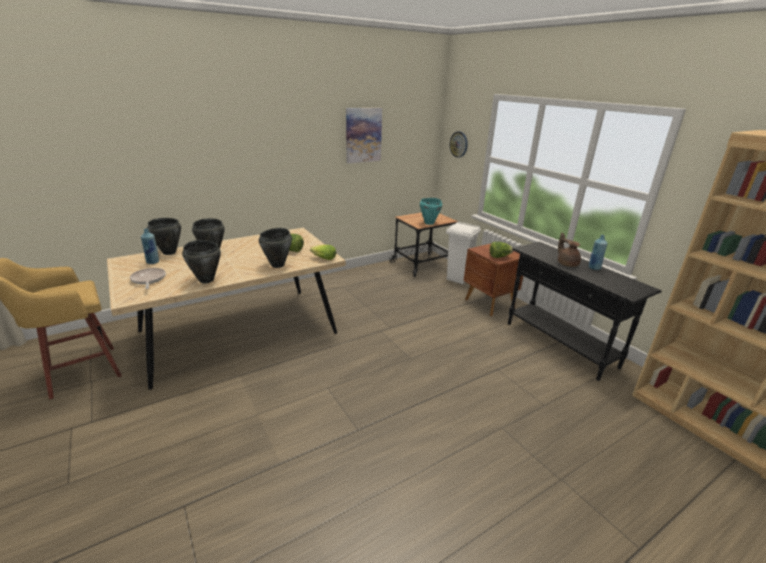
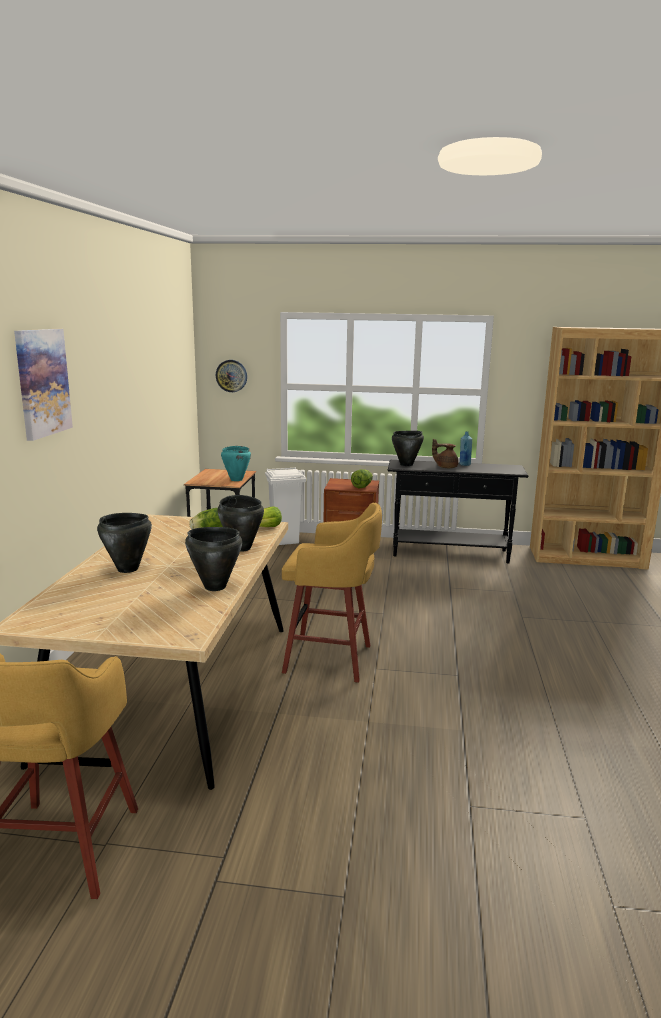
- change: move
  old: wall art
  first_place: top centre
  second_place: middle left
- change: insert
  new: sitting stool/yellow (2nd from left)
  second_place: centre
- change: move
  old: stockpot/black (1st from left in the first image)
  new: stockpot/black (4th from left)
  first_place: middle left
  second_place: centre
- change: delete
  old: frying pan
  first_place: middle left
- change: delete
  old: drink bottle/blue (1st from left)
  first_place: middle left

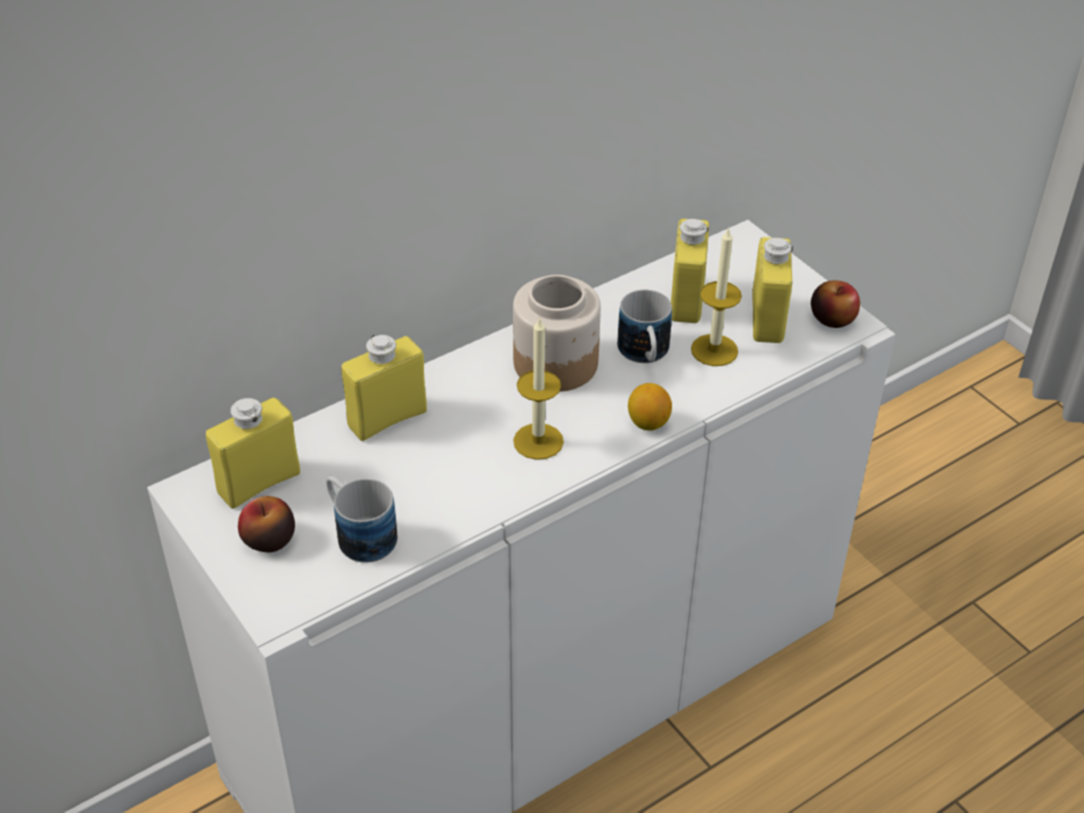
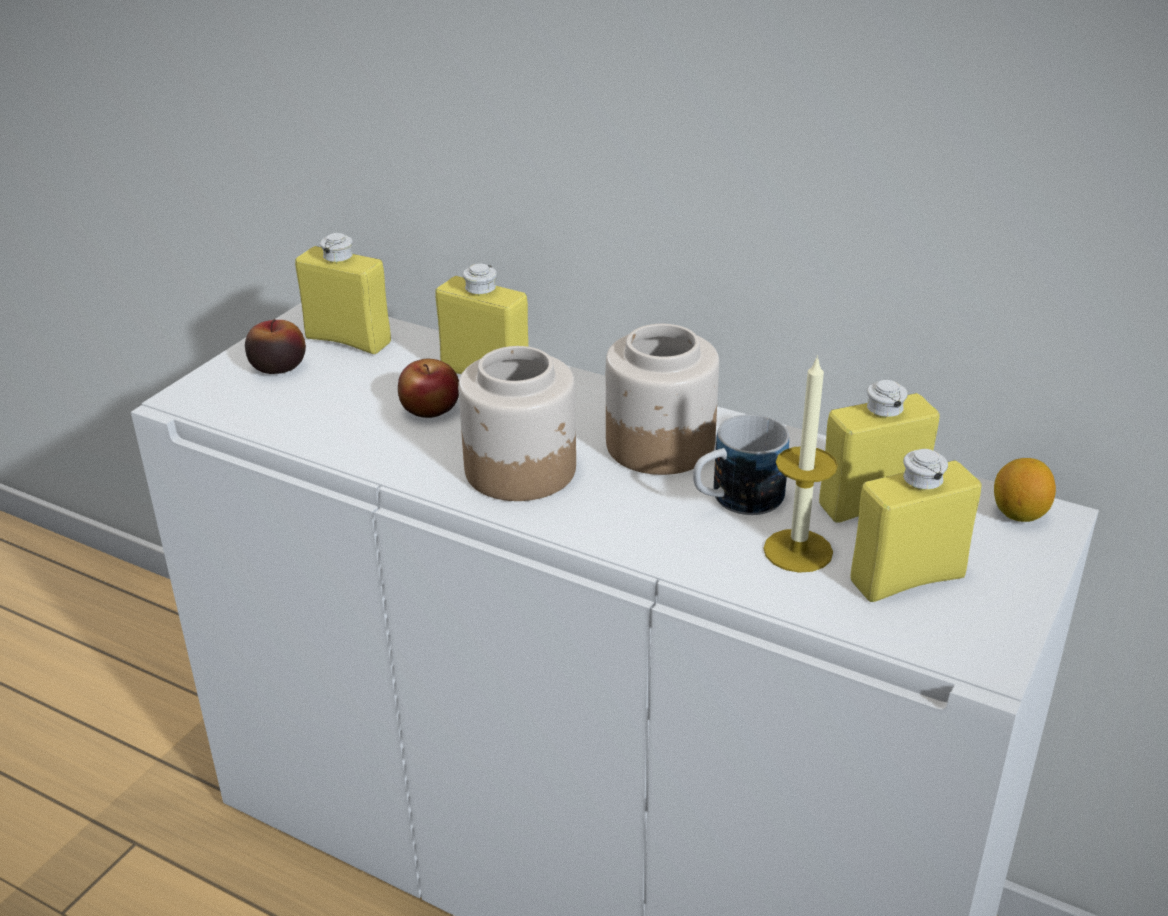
- change: move
  old: apple (2nd from left)
  first_place: middle right
  second_place: centre
- change: replace
  old: wax candle (1st from left)
  new: preserve jar (1st from left)
  first_place: centre
  second_place: centre
- change: move
  old: citrus fruit
  first_place: centre
  second_place: middle right
- change: delete
  old: tea mug (1st from left)
  first_place: middle left

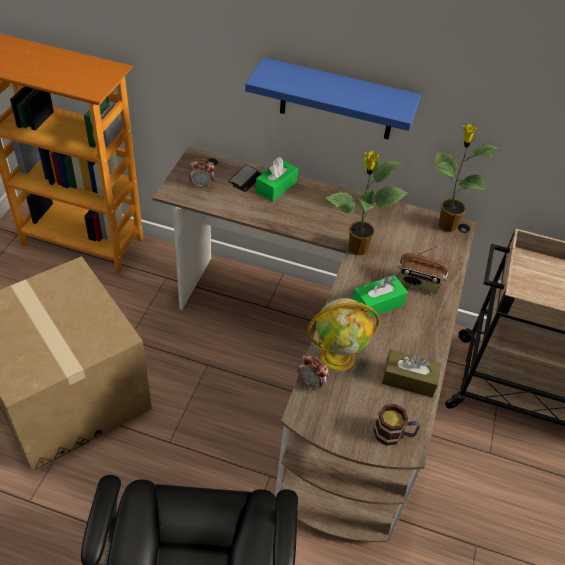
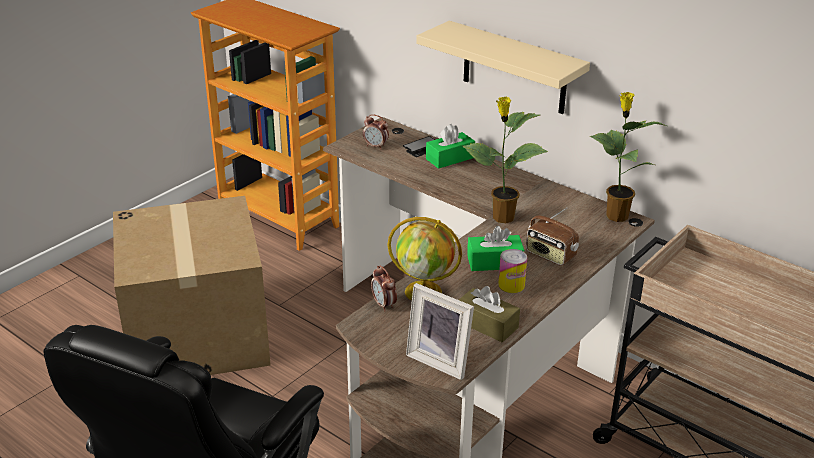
- change: replace
  old: tea mug
  new: picture frame
  first_place: bottom right
  second_place: bottom centre
- change: recolor
  old: wall shelf/blue
  new: wall shelf/beige
  first_place: top centre
  second_place: top centre
- change: insert
  new: can
  second_place: centre

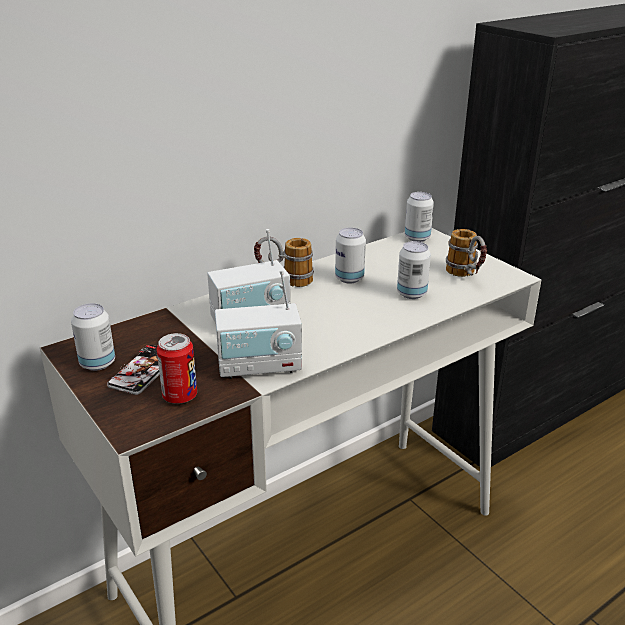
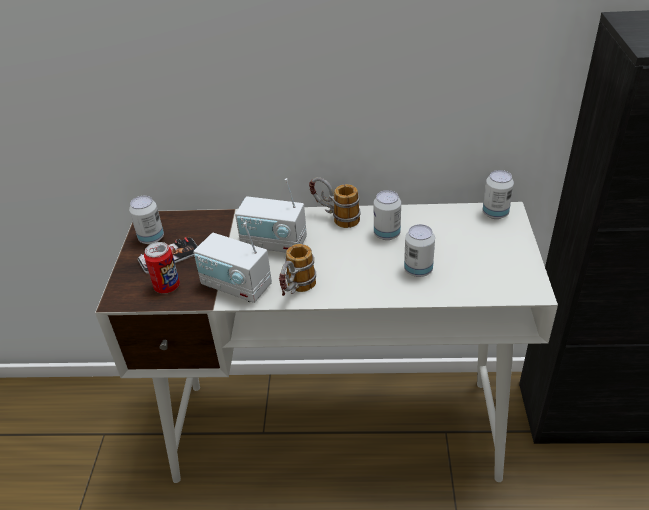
- change: move
  old: tea mug (2nd from left in the first image)
  new: tea mug (1st from left)
  first_place: middle right
  second_place: centre

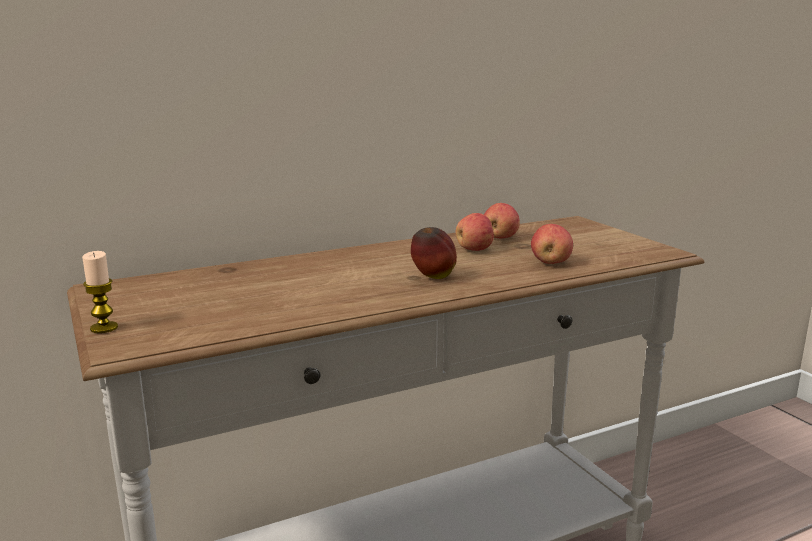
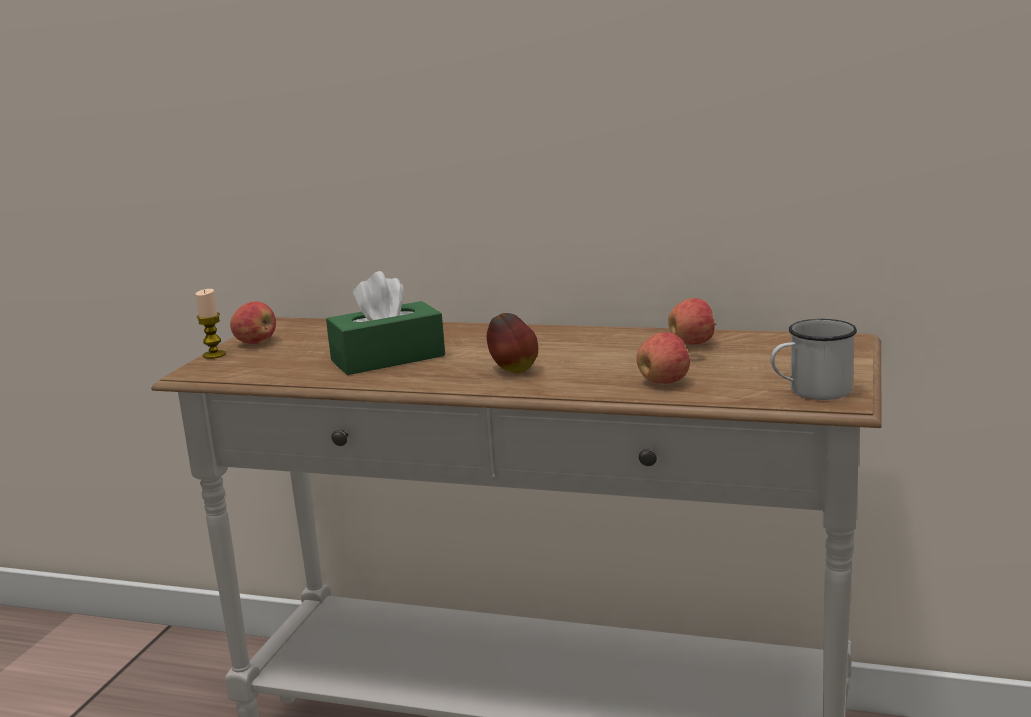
- change: move
  old: apple (2nd from left in the first image)
  new: apple (1st from left)
  first_place: centre
  second_place: middle left
- change: insert
  new: box of tissues/greenish
  second_place: centre
- change: insert
  new: tea mug/white
  second_place: middle right

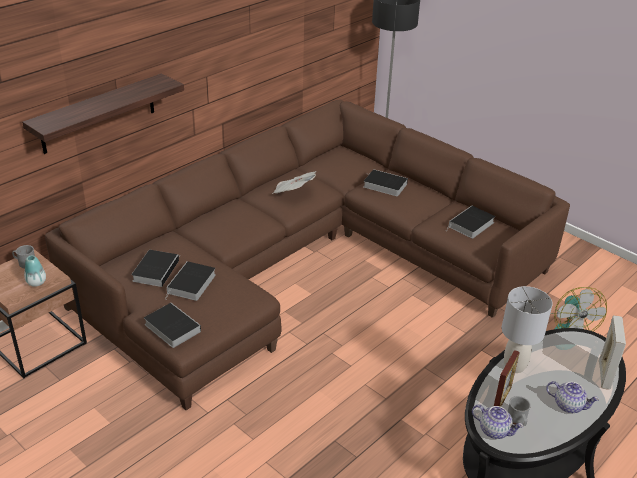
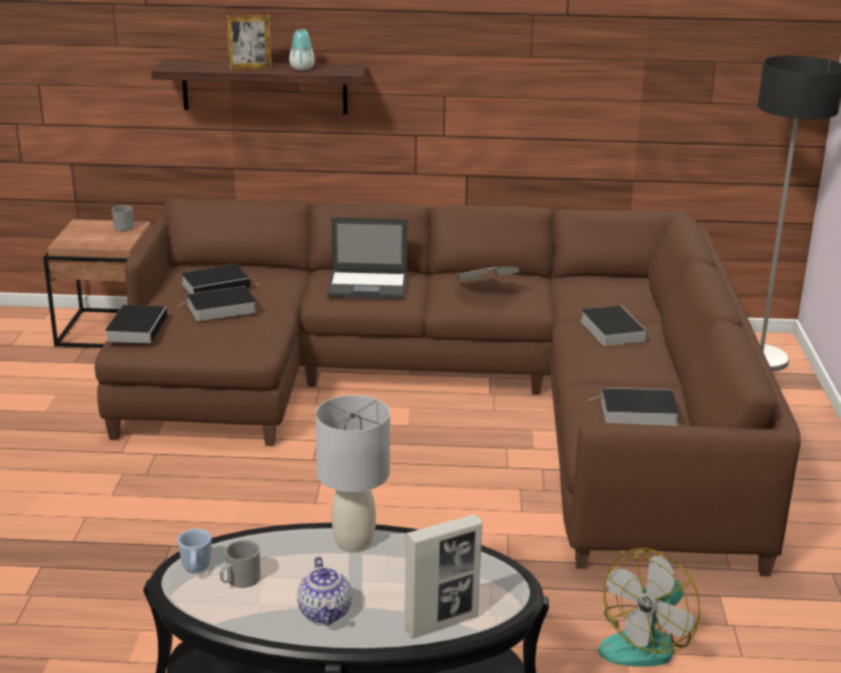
- change: replace
  old: teapot (1st from left)
  new: tea mug/blue
  first_place: bottom right
  second_place: bottom left
- change: move
  old: picture frame (1st from left)
  first_place: bottom right
  second_place: top left
- change: move
  old: flower vase
  first_place: middle left
  second_place: top centre
- change: insert
  new: laptop
  second_place: centre

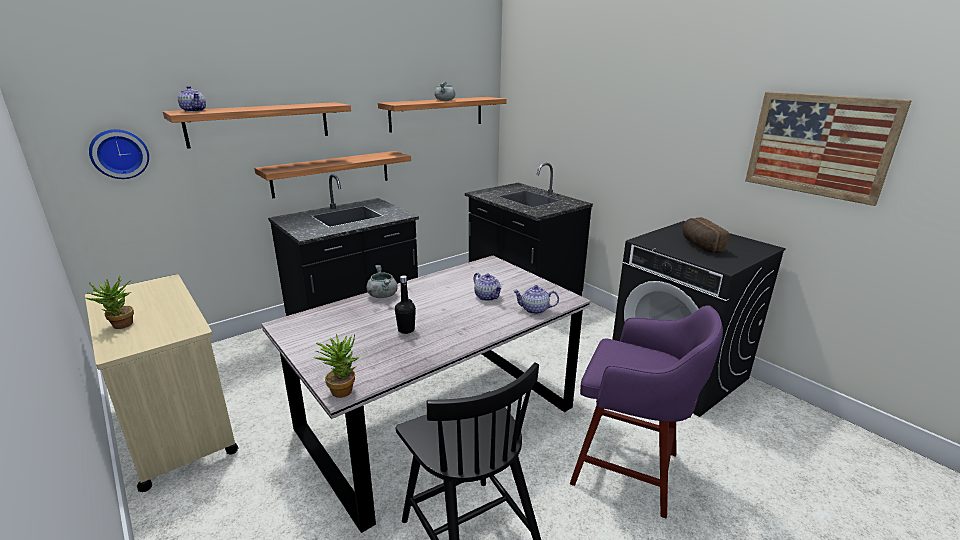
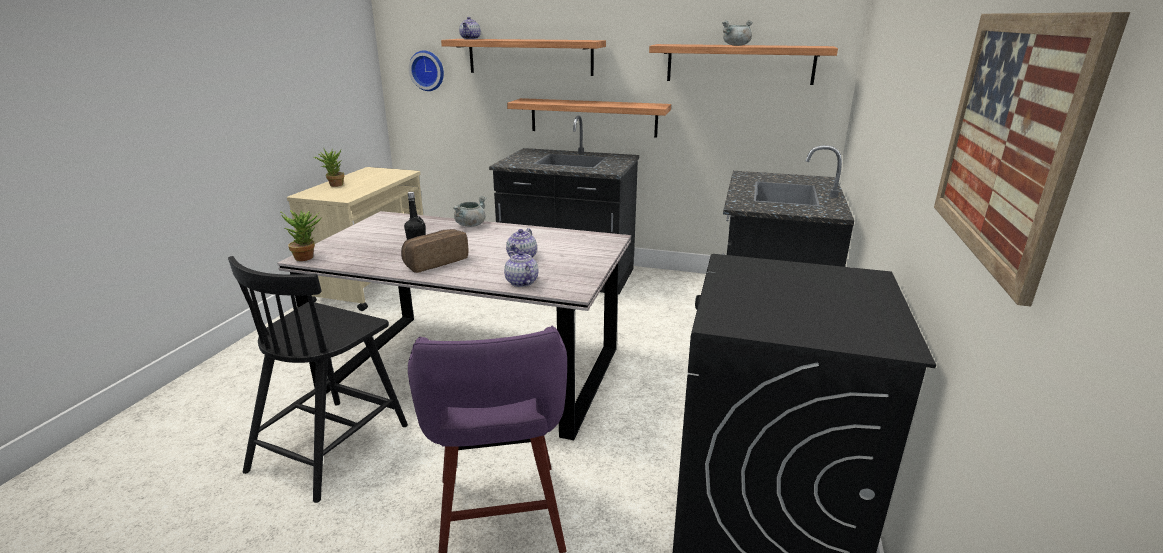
- change: move
  old: bread
  first_place: middle right
  second_place: centre

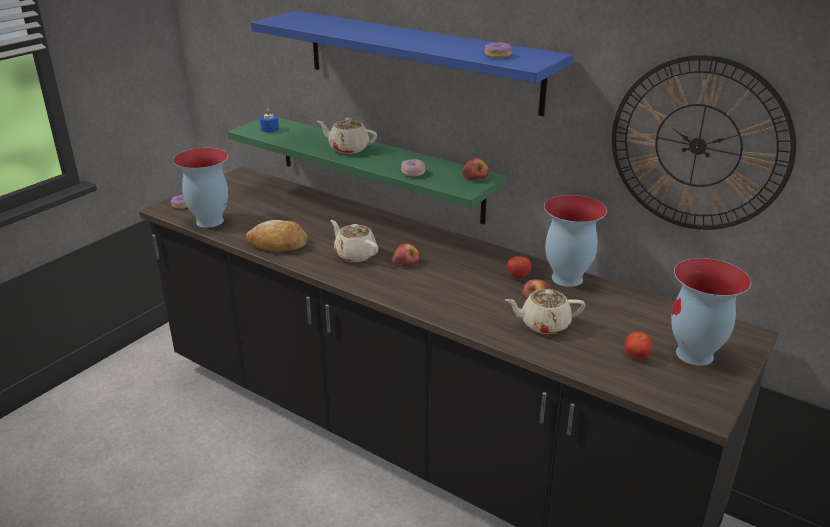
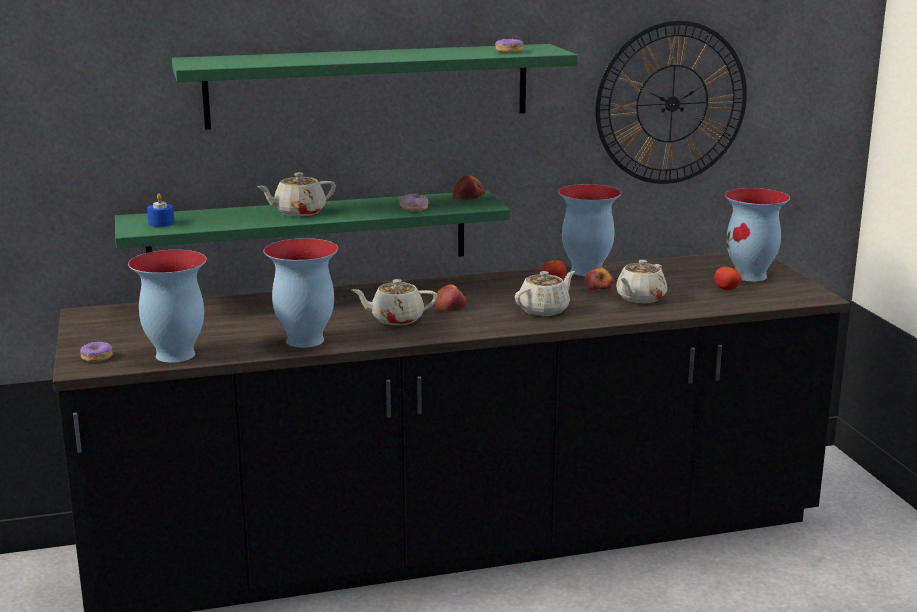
- change: recolor
  old: wall shelf/blue
  new: wall shelf/greenish (2nd from left)
  first_place: top centre
  second_place: top centre
- change: replace
  old: bread
  new: flower vase (2nd from left)
  first_place: centre
  second_place: middle left
- change: insert
  new: teapot/beige (3rd from left)
  second_place: centre

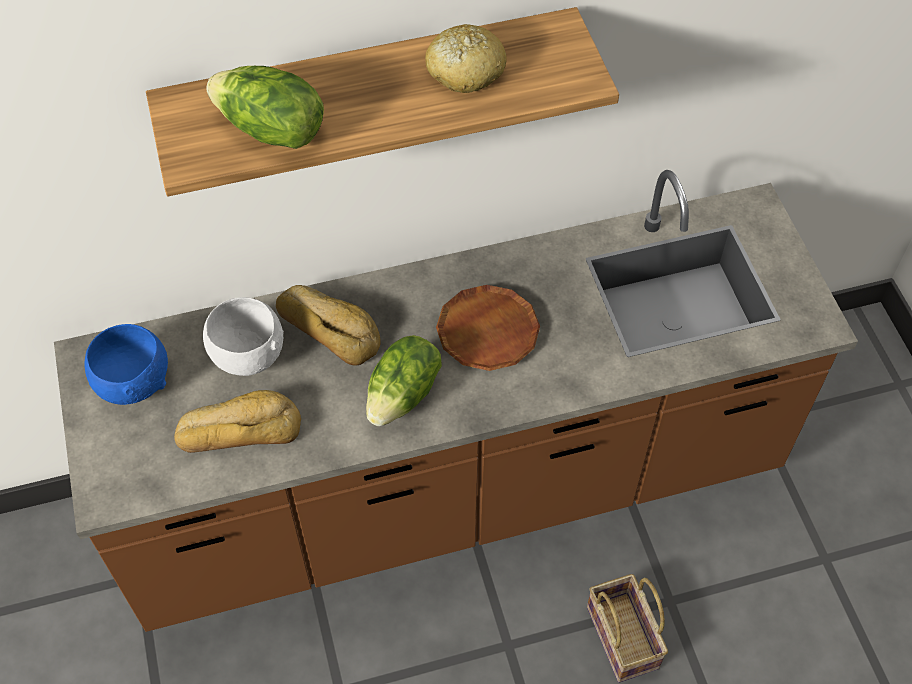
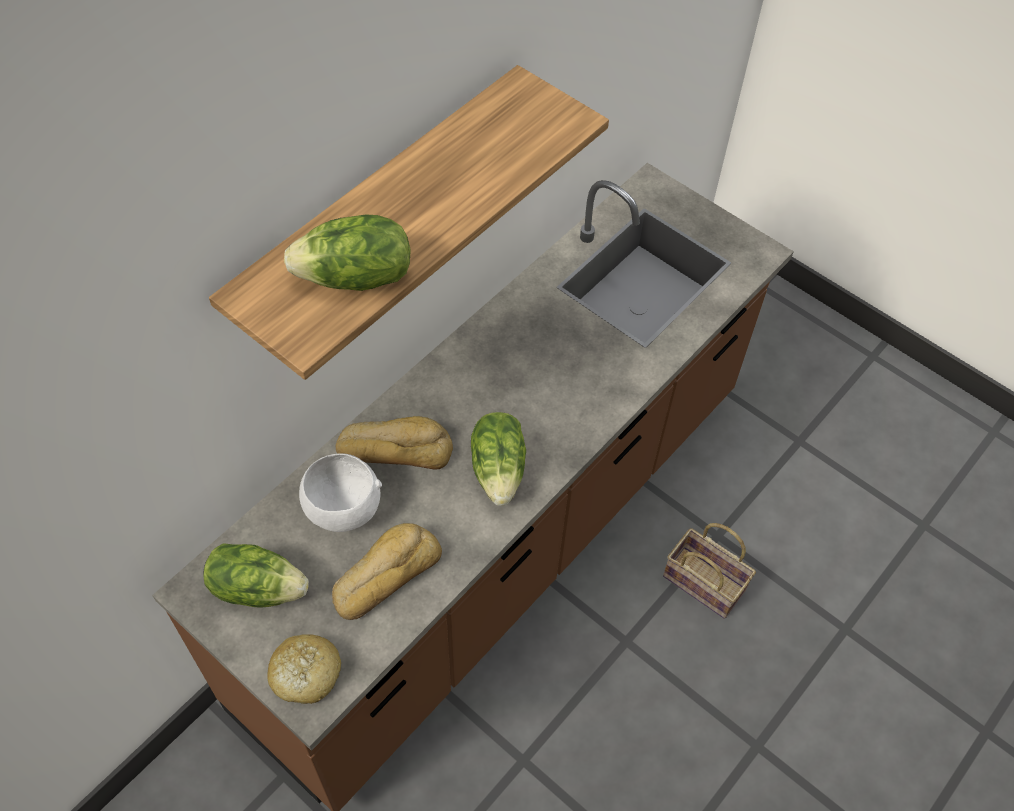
- change: replace
  old: bowl/blue
  new: lettuce (1st from left)
  first_place: middle left
  second_place: bottom left
- change: move
  old: bread (3rd from left in the first image)
  new: bread (1st from left)
  first_place: top centre
  second_place: bottom left
- change: delete
  old: plate/brownish
  first_place: centre

